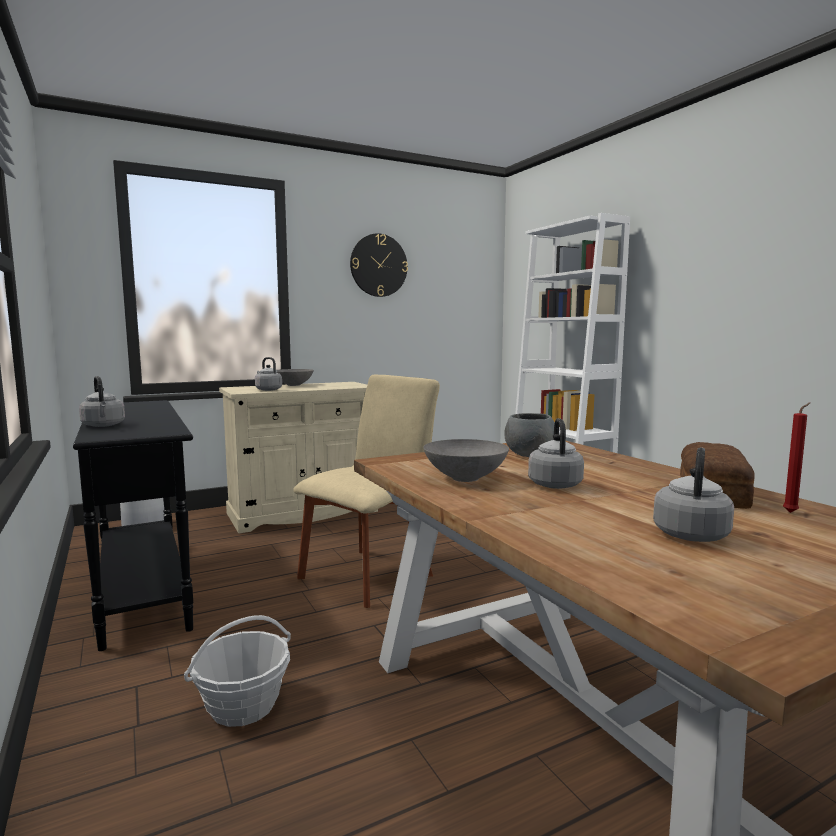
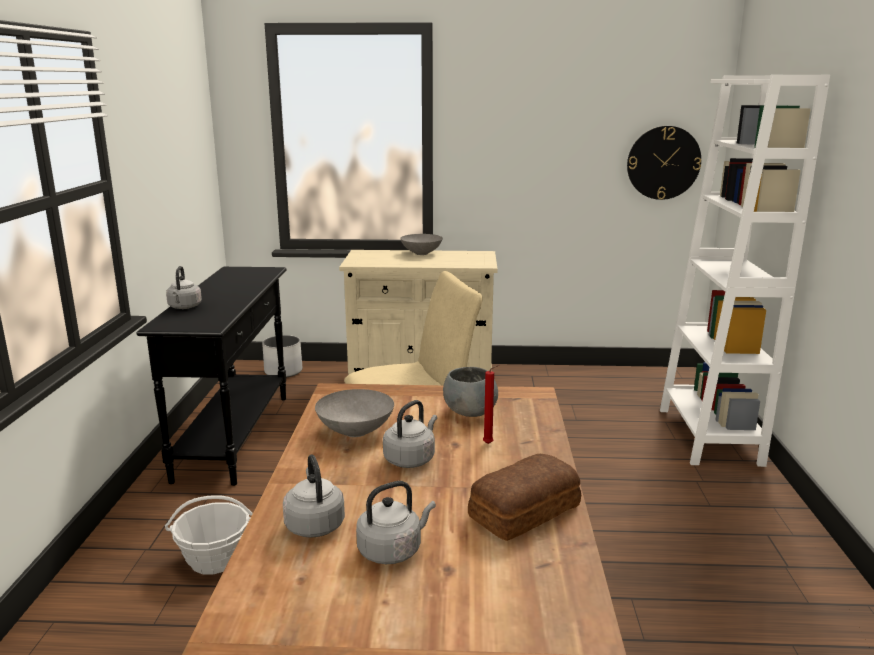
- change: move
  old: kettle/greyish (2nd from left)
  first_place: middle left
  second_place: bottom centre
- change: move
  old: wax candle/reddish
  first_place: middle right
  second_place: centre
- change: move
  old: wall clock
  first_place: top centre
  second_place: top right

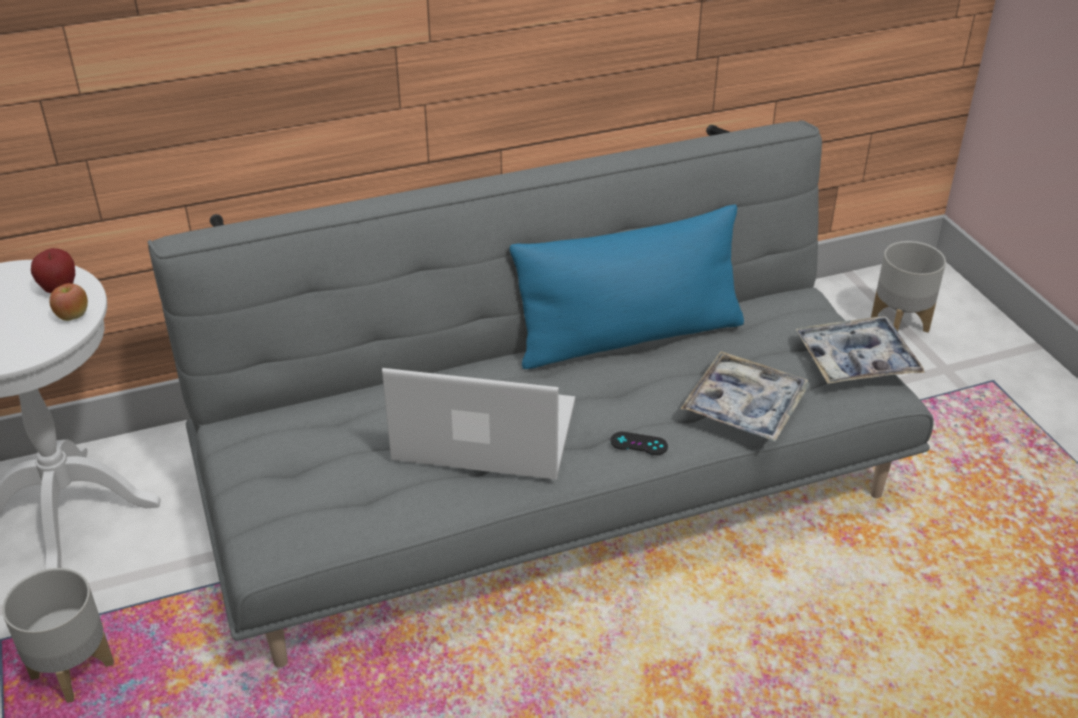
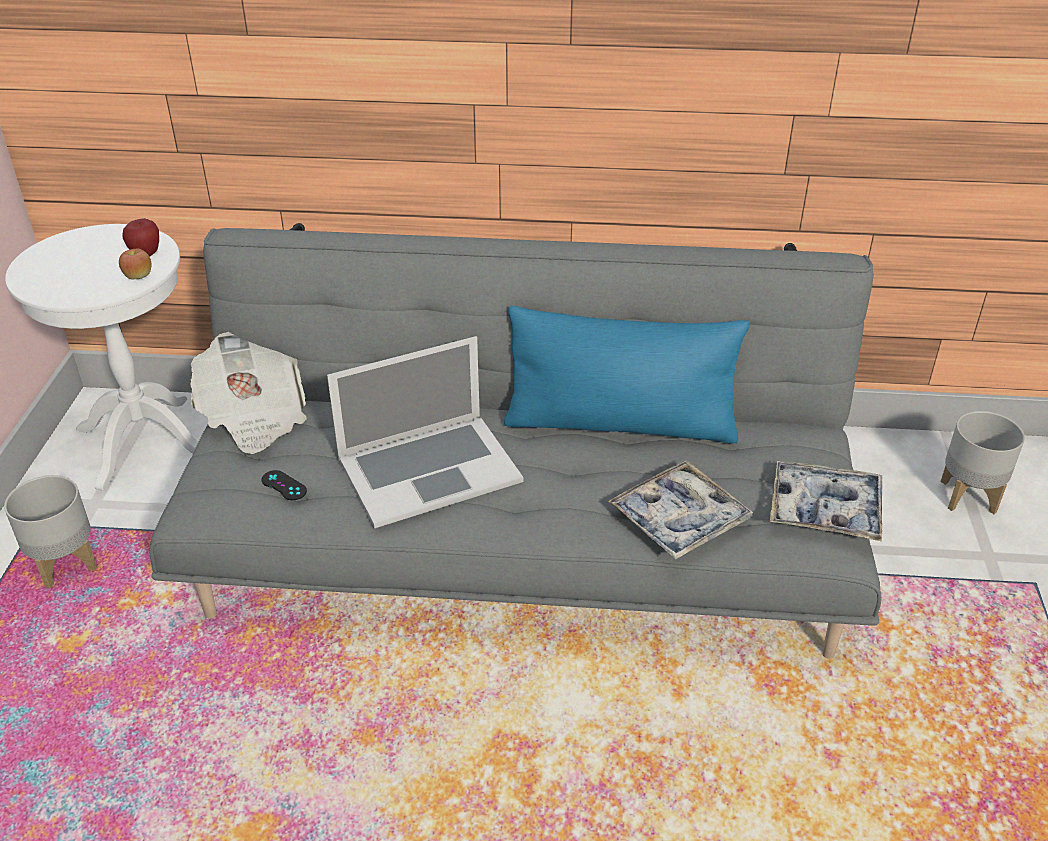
- change: insert
  new: printed paper
  second_place: middle left
- change: move
  old: gamepad/black
  first_place: centre
  second_place: middle left
- change: rotate
  old: laptop
  first_place: centre
  second_place: centre
  degrees: 120

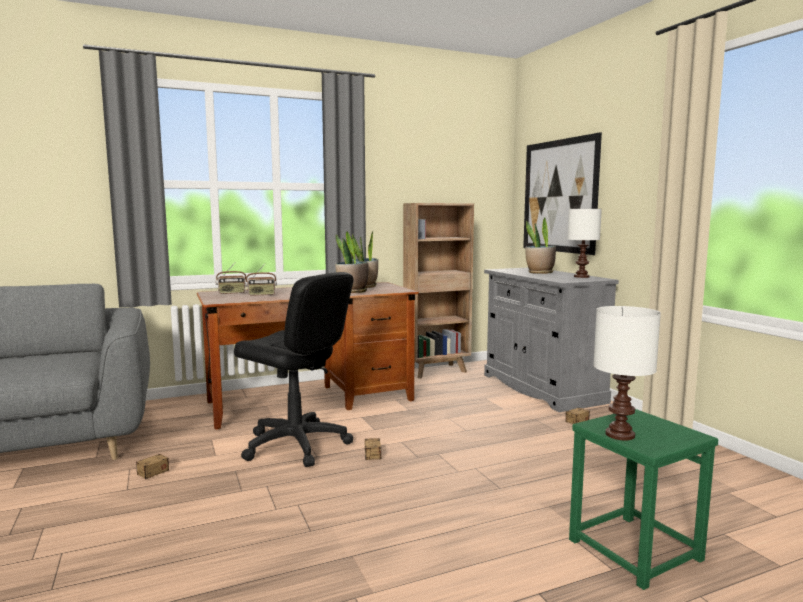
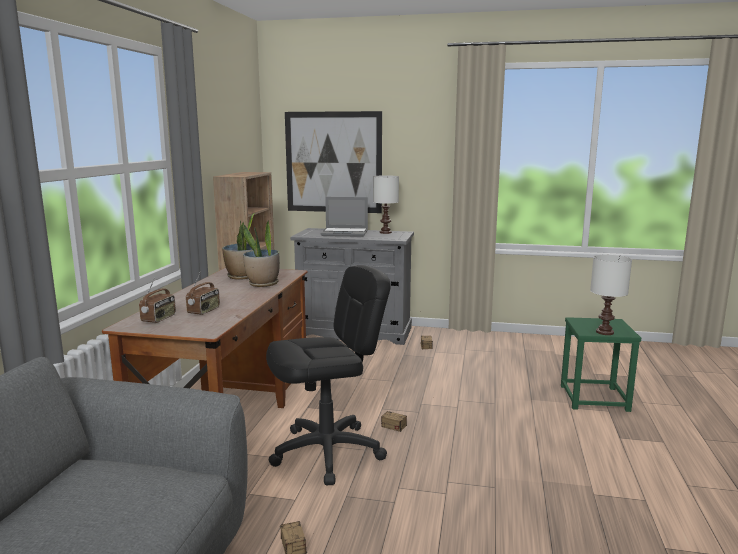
- change: replace
  old: plant in a pot (3rd from left)
  new: laptop
  first_place: middle right
  second_place: centre

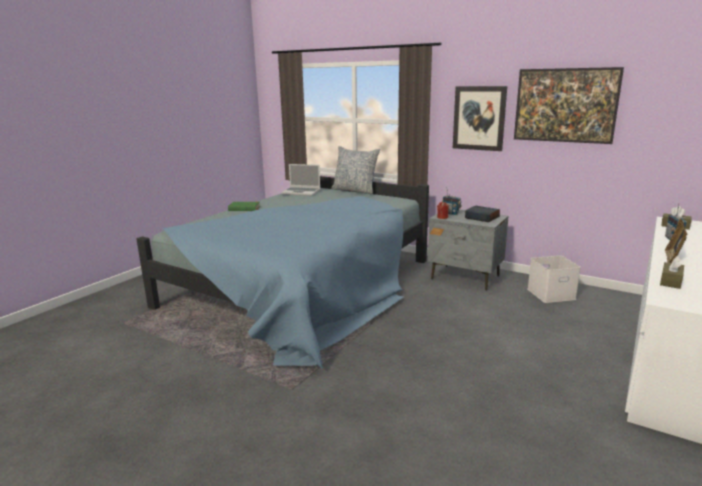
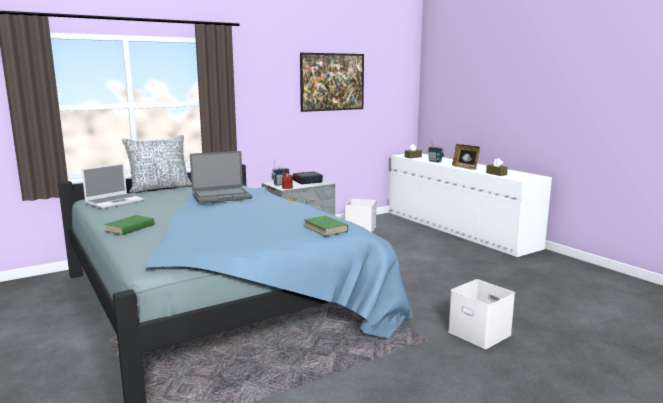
- change: insert
  new: laptop (2nd from left)
  second_place: centre
- change: insert
  new: volume/greenish (2nd from left)
  second_place: centre
- change: insert
  new: storage bin/white (2nd from left)
  second_place: bottom right
- change: delete
  old: wall art (1st from left)
  first_place: top right

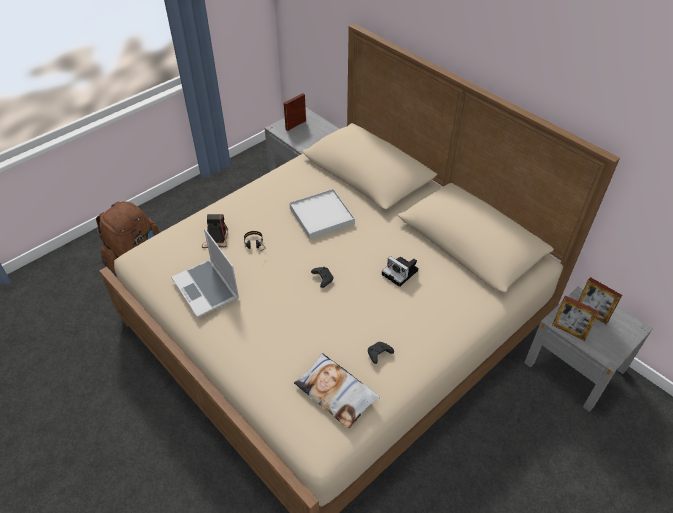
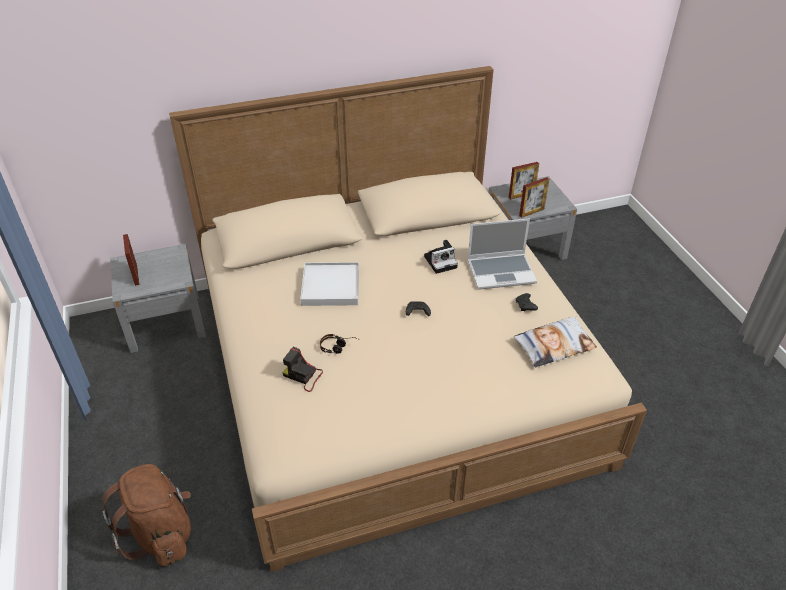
- change: move
  old: laptop
  first_place: middle left
  second_place: centre

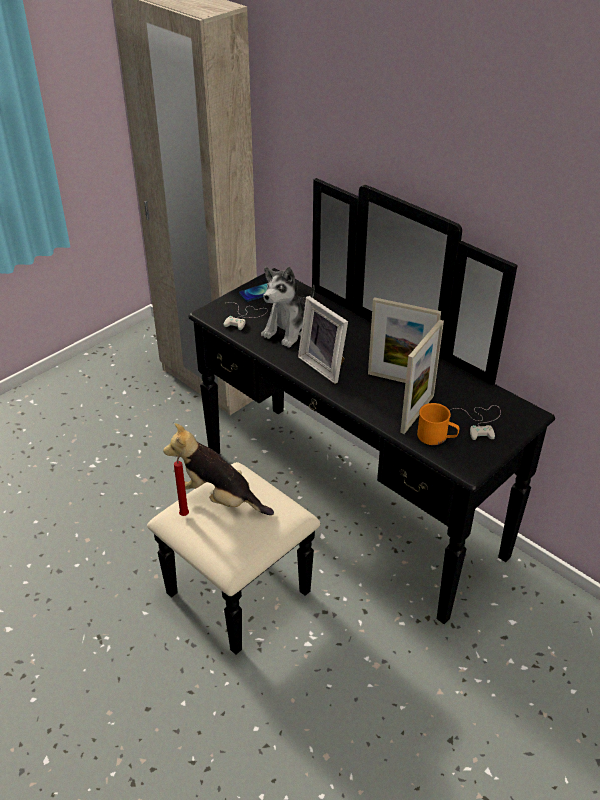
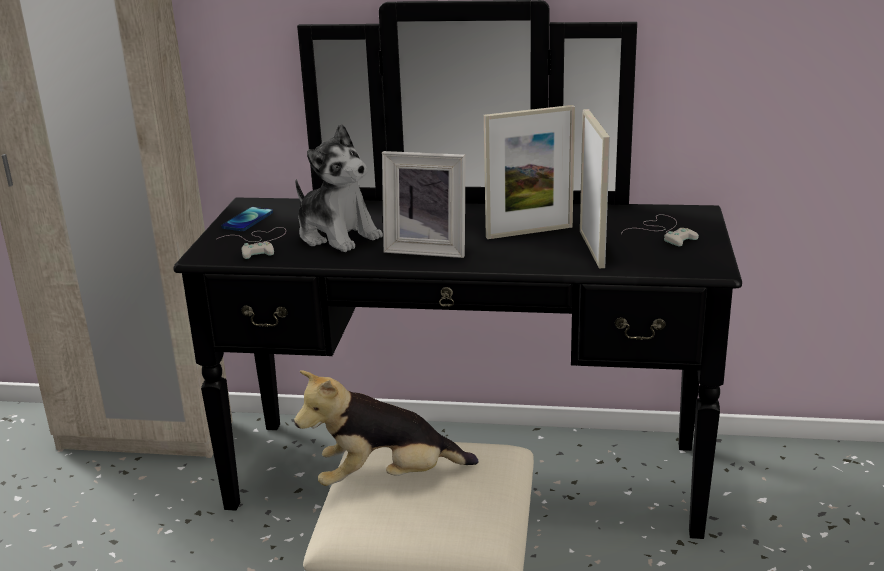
- change: rotate
  old: cuddly toy (2nd from left in the first image)
  first_place: centre
  second_place: top centre
  degrees: -45
- change: delete
  old: wax candle/reddish
  first_place: middle left
- change: delete
  old: tea mug/orange-coloured
  first_place: middle right

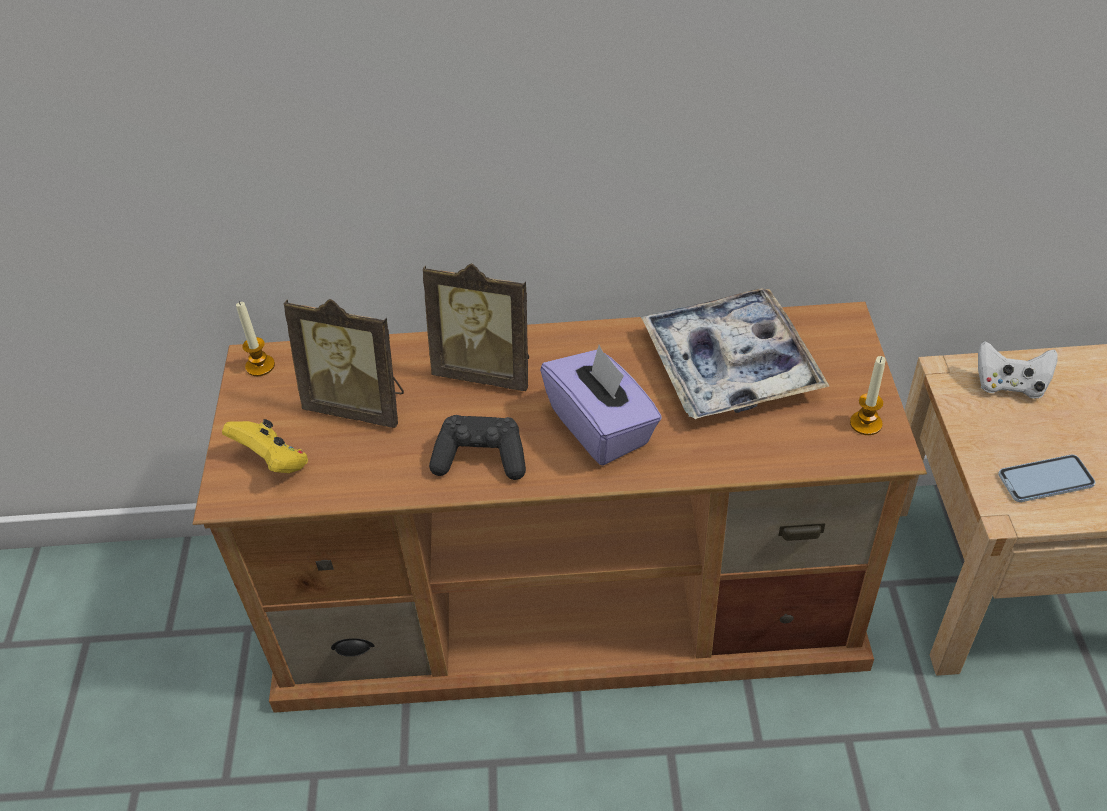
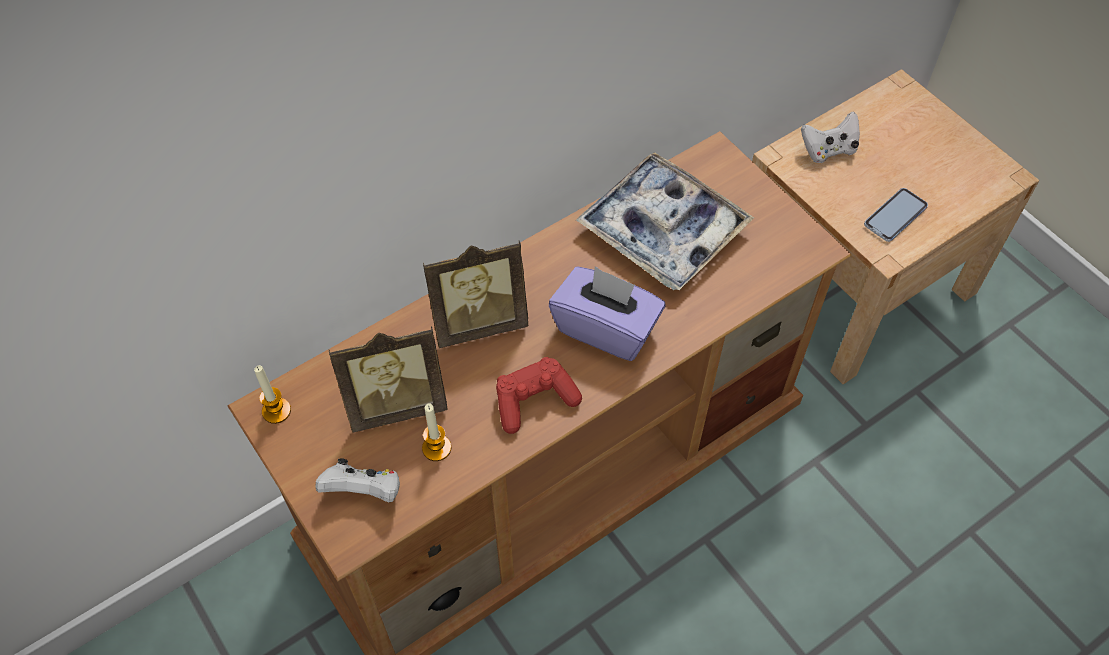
- change: recolor
  old: gamepad/yellow
  new: gamepad/white (1st from left)
  first_place: middle left
  second_place: bottom left
- change: move
  old: wax candle (2nd from left)
  first_place: middle right
  second_place: centre
- change: recolor
  old: gamepad/black
  new: gamepad/reddish
  first_place: centre
  second_place: centre

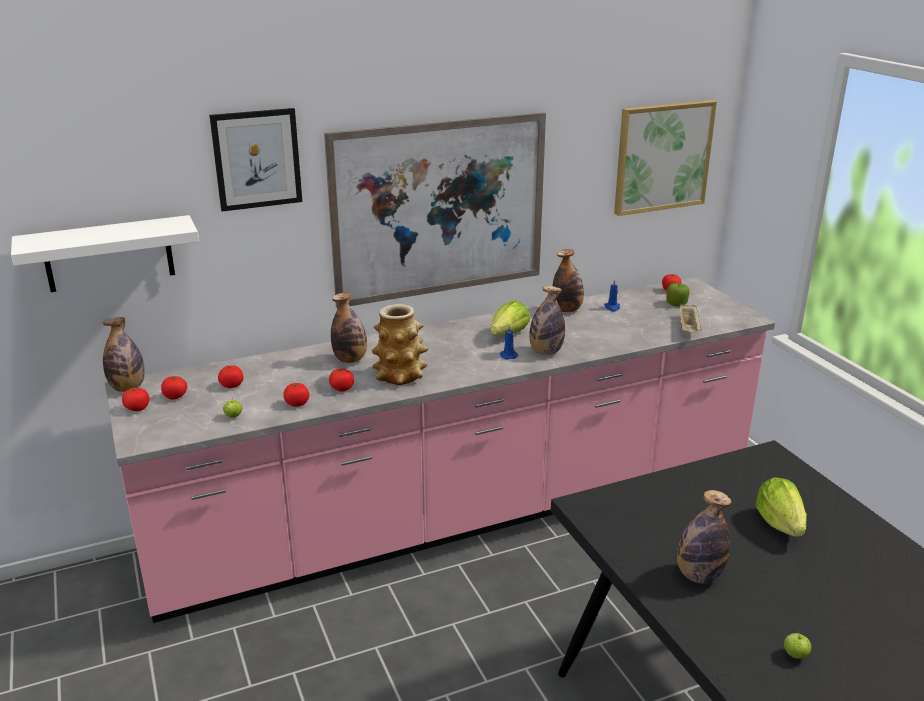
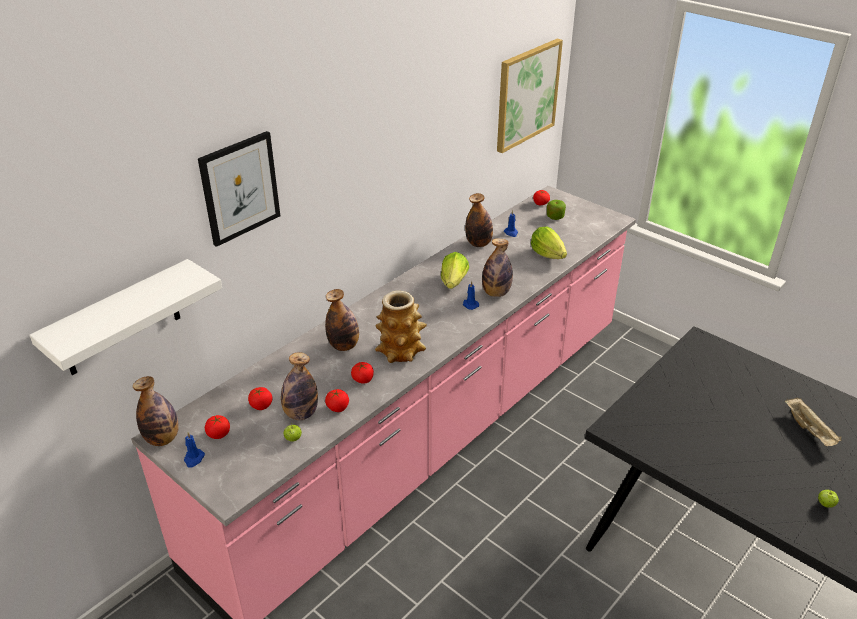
- change: replace
  old: tomato (1st from left)
  new: wax candle/blue (1st from left)
  first_place: middle left
  second_place: bottom left
- change: move
  old: drink bottle (5th from left in the first image)
  new: drink bottle (2nd from left)
  first_place: bottom right
  second_place: centre
- change: move
  old: lettuce (2nd from left)
  first_place: bottom right
  second_place: centre
- change: move
  old: tray/beige
  first_place: middle right
  second_place: bottom right
- change: delete
  old: wall art (2nd from left)
  first_place: top centre

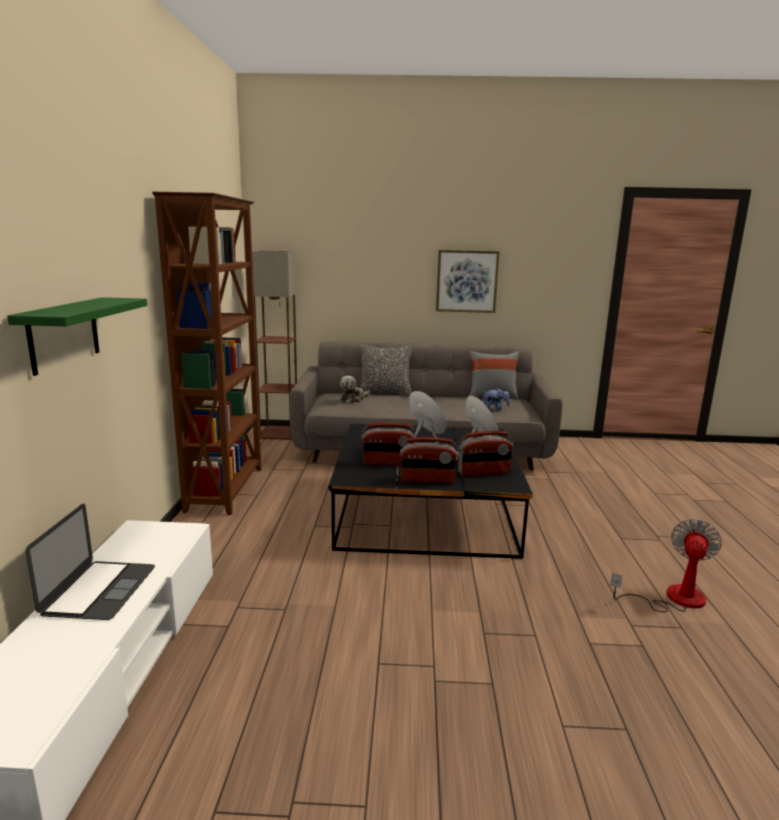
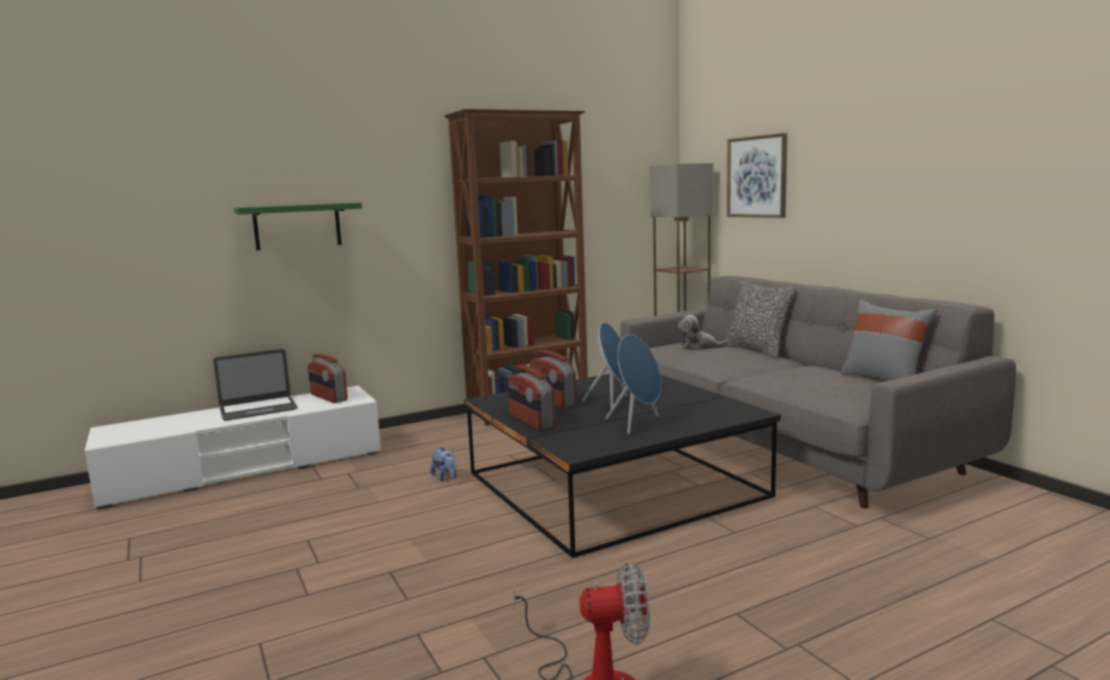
- change: move
  old: radio receiver (3rd from left in the first image)
  new: radio receiver (1st from left)
  first_place: centre
  second_place: middle left
- change: move
  old: cuddly toy (2nd from left in the first image)
  new: cuddly toy (1st from left)
  first_place: centre
  second_place: bottom centre
- change: move
  old: wall art
  first_place: centre
  second_place: top right

